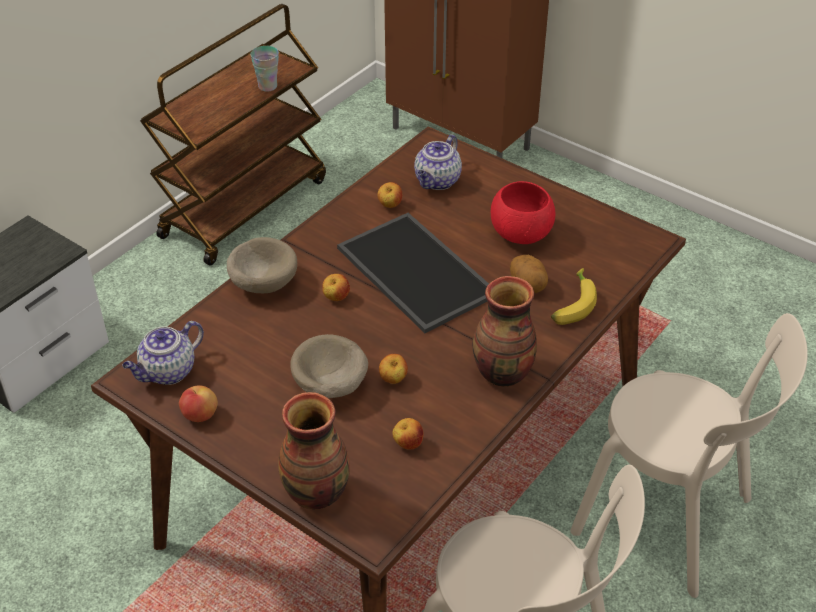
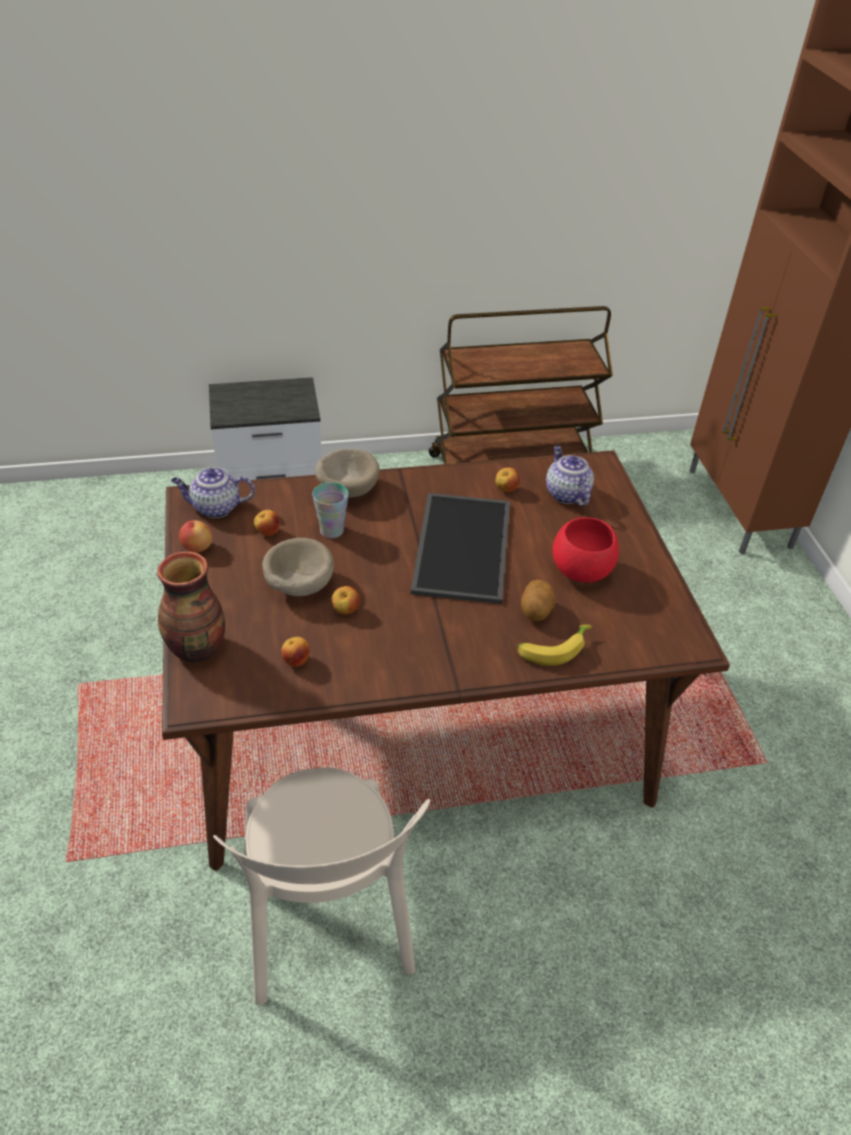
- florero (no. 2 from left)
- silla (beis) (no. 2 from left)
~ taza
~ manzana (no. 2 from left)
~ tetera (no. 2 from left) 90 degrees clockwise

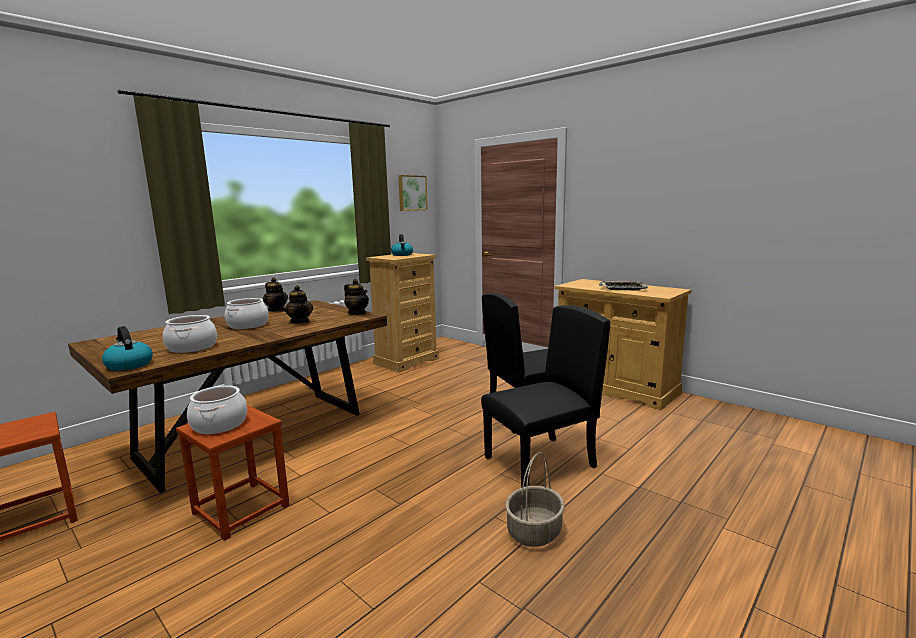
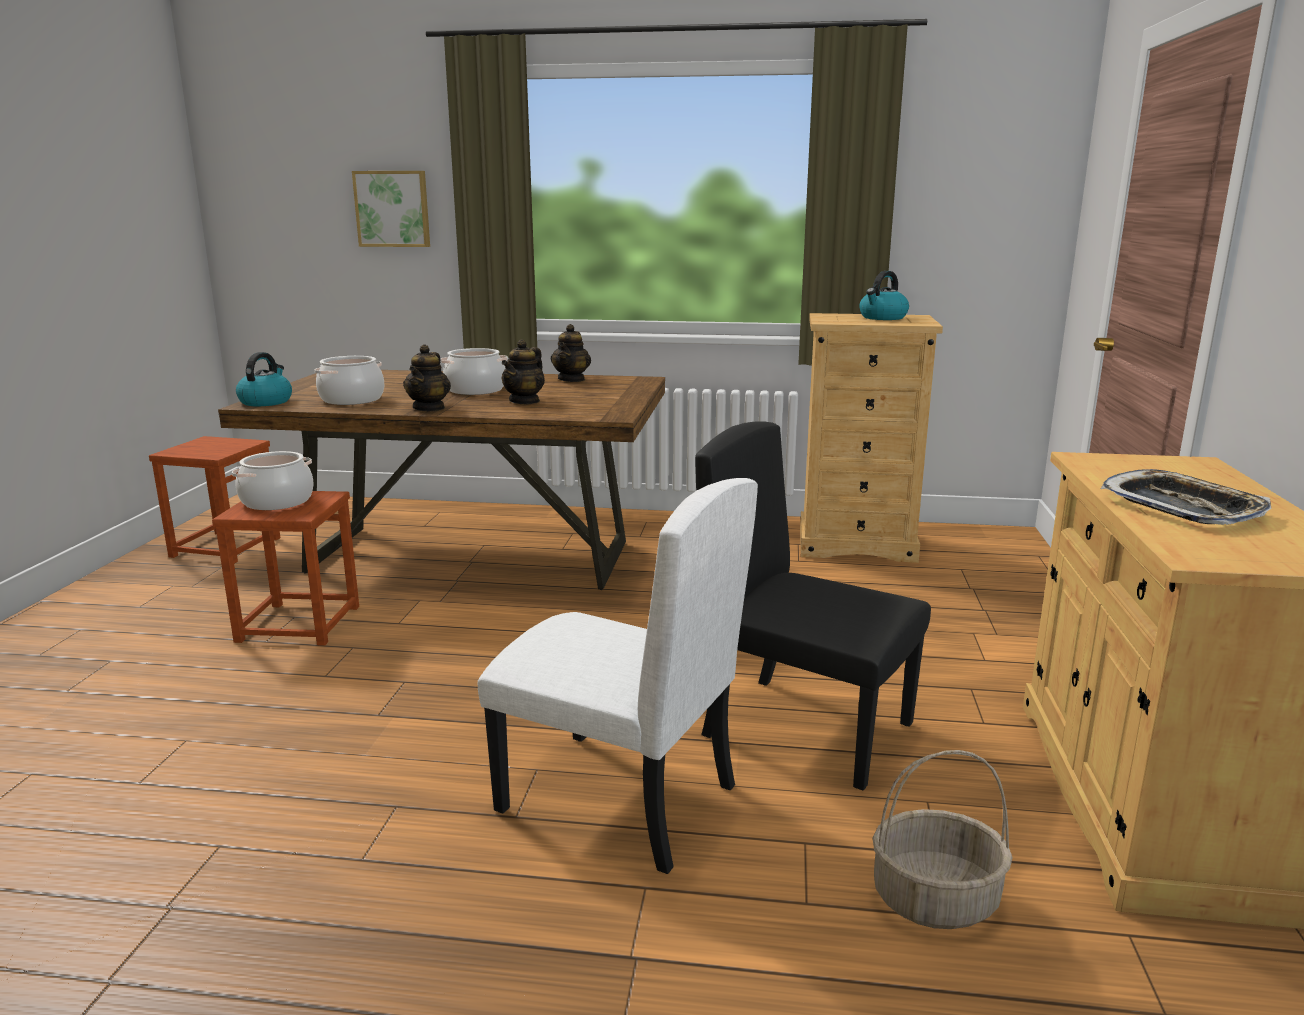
~ tetera (no. 3 from left in the first image) to tetera (no. 1 from left)
~ cuadro
~ cesta
~ silla (negro) (no. 2 from left) to silla (blanco)

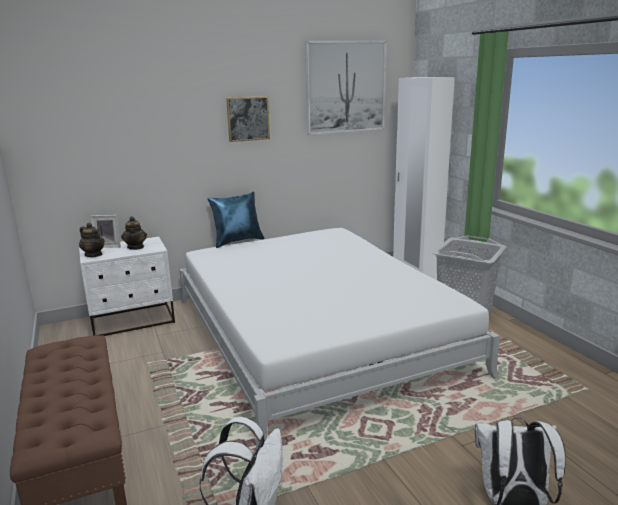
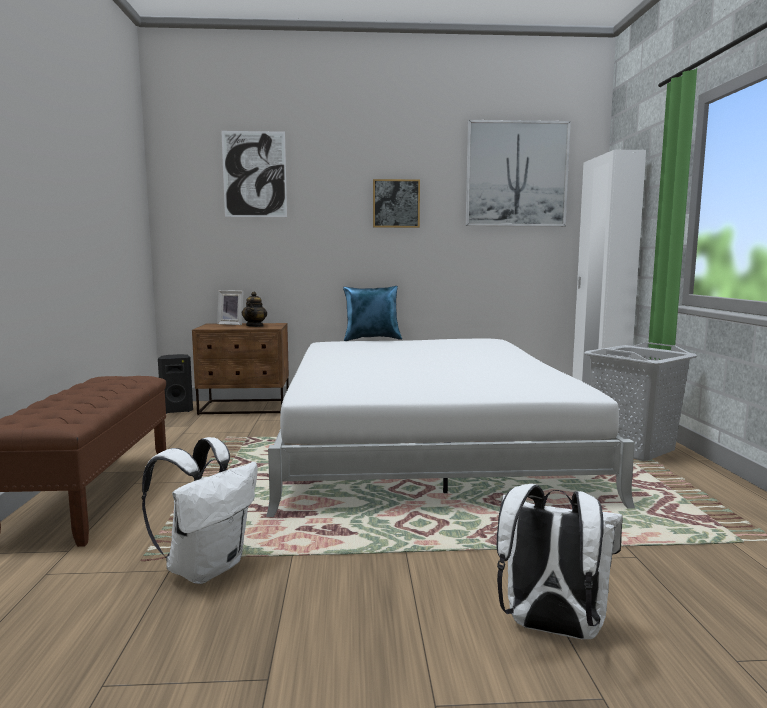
- tetera (no. 1 from left)
+ altavoz (negro)
+ cuadro (no. 1 from left)
~ mesita de noche (blanco) to mesita de noche (marrón)

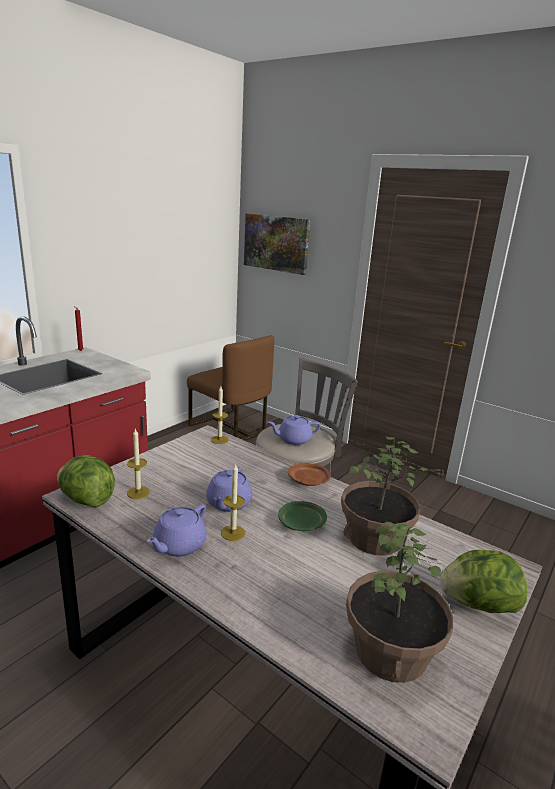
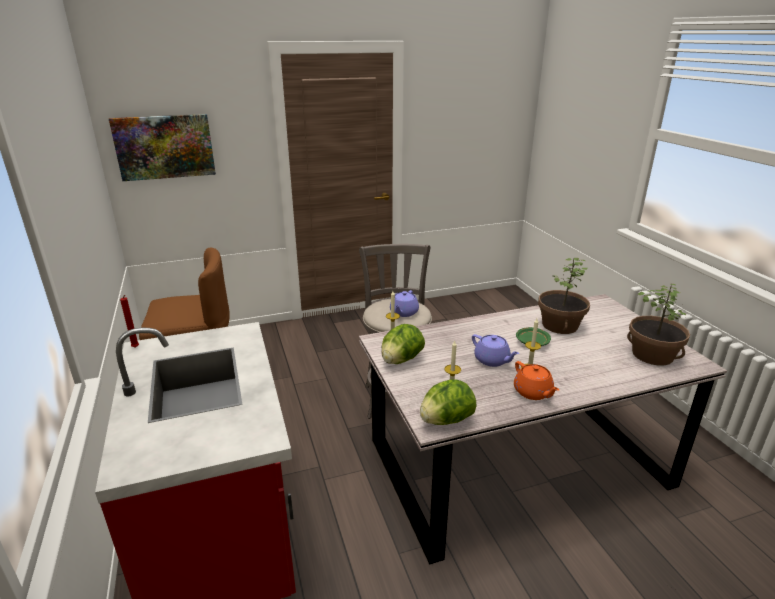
- plato (marrón)
~ lechuga (no. 2 from left in the first image) to lechuga (no. 1 from left)
~ tetera (morado) (no. 1 from left) to tetera (naranja)

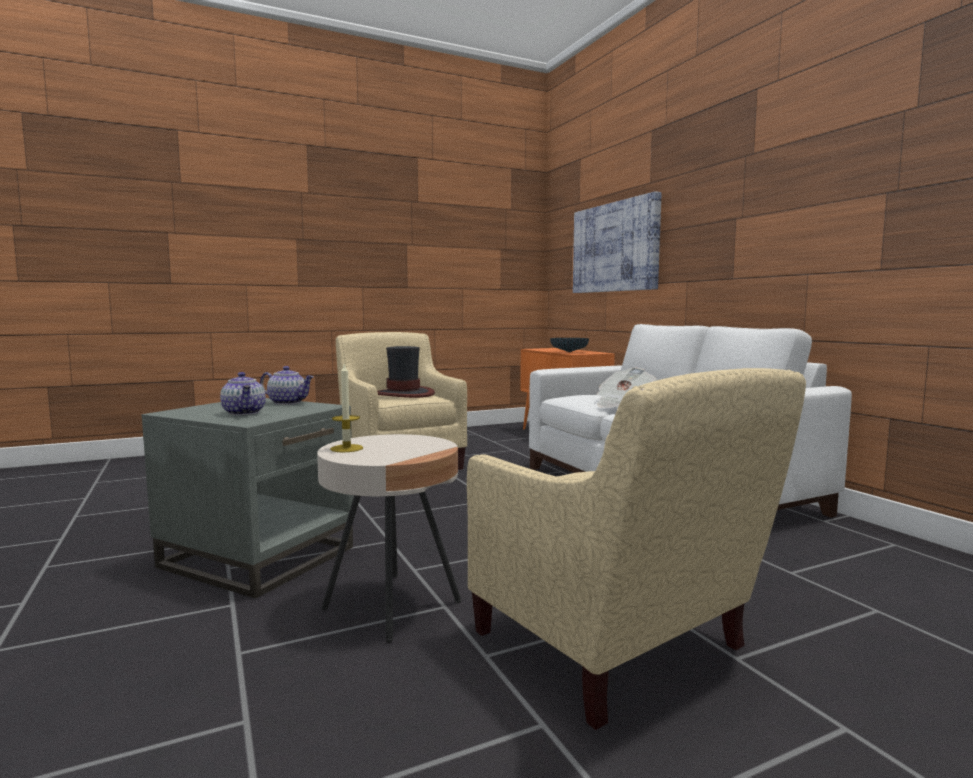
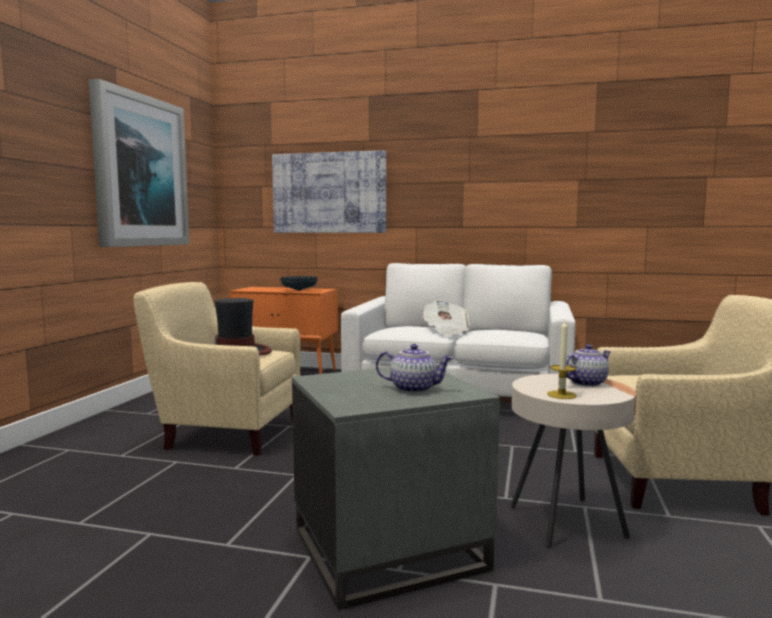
+ cuadro (no. 1 from left)
~ tetera (no. 2 from left)

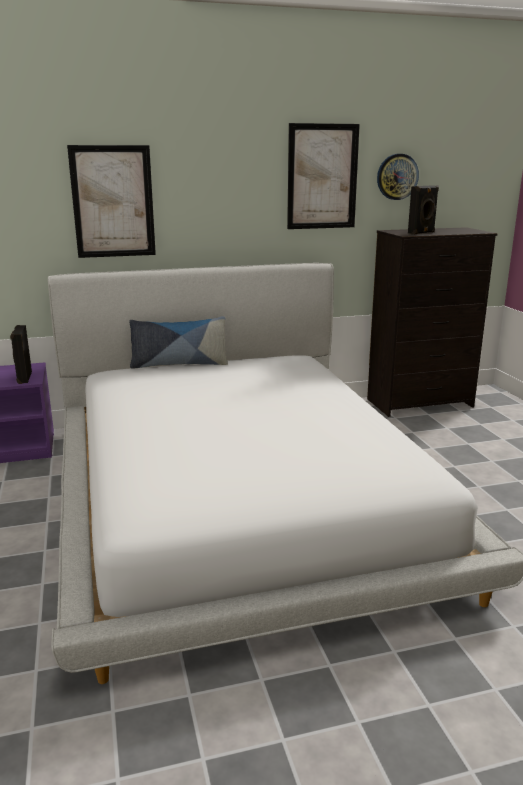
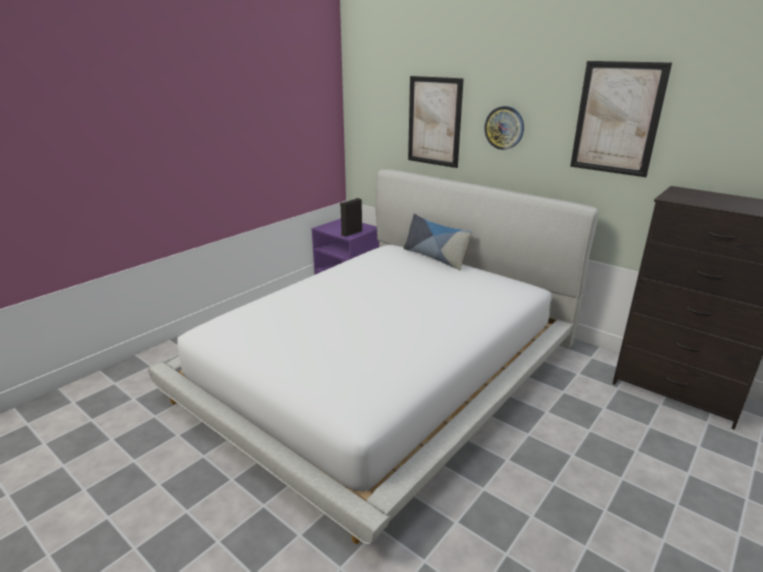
- altavoz (negro) (no. 2 from left)
~ reloj de pared

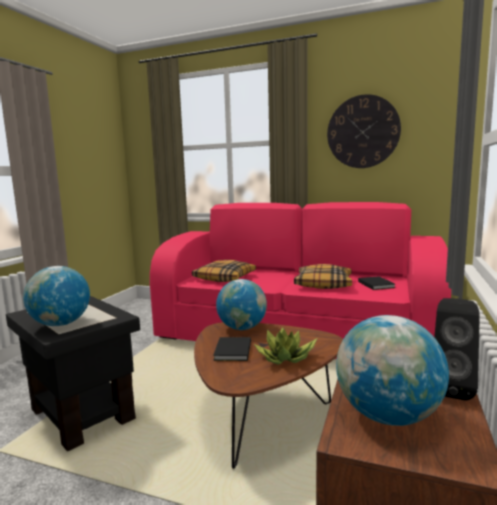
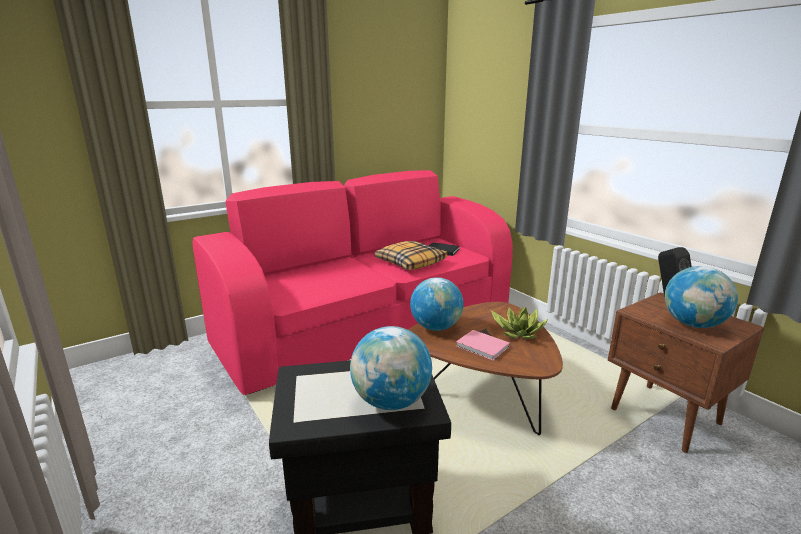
- cojín (no. 1 from left)
- reloj de pared
~ libro (negro) (no. 1 from left) to libro (rosa)

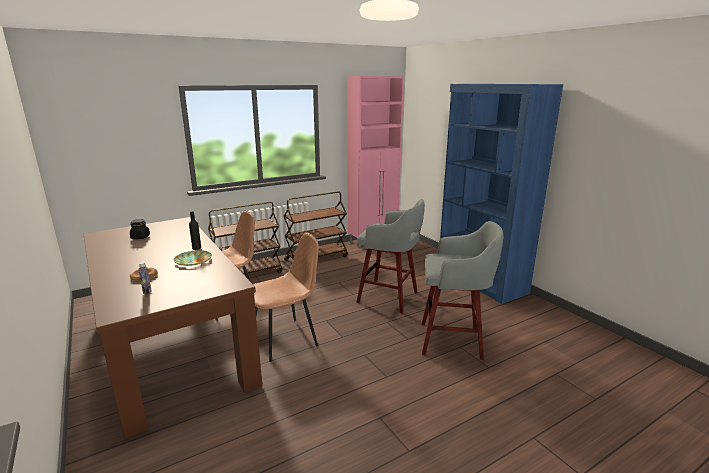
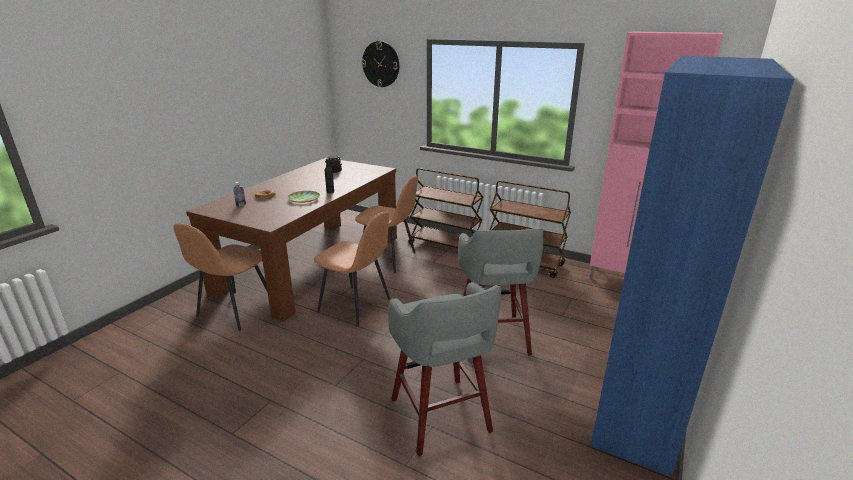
+ silla (marrón) (no. 1 from left)
+ reloj de pared

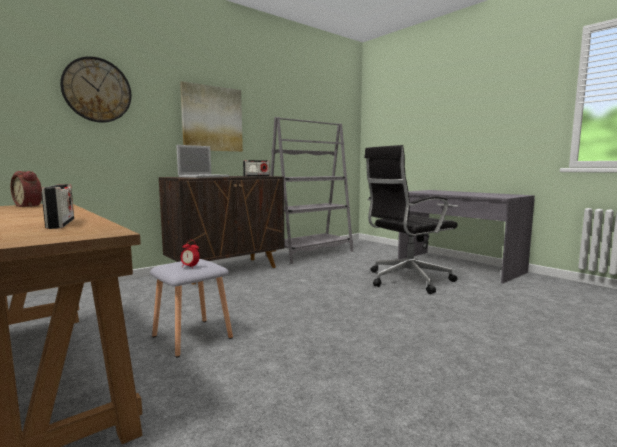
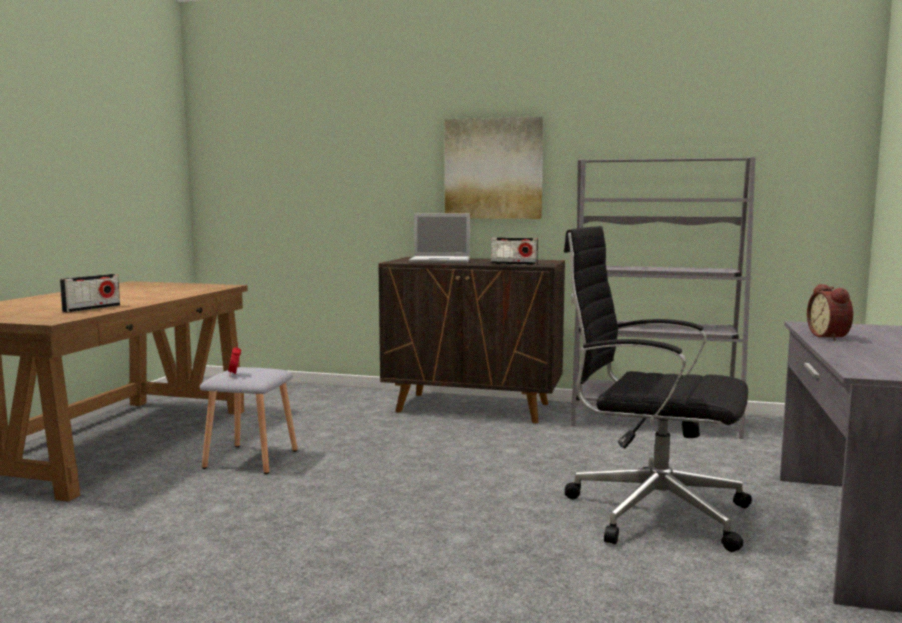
- reloj de pared
~ despertador (no. 1 from left in the first image) to despertador (no. 2 from left)

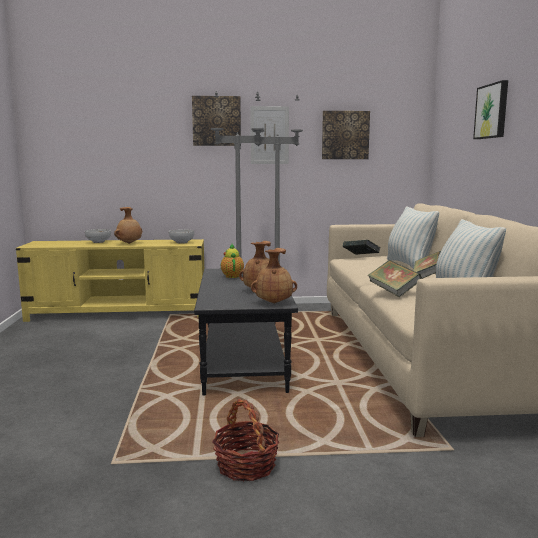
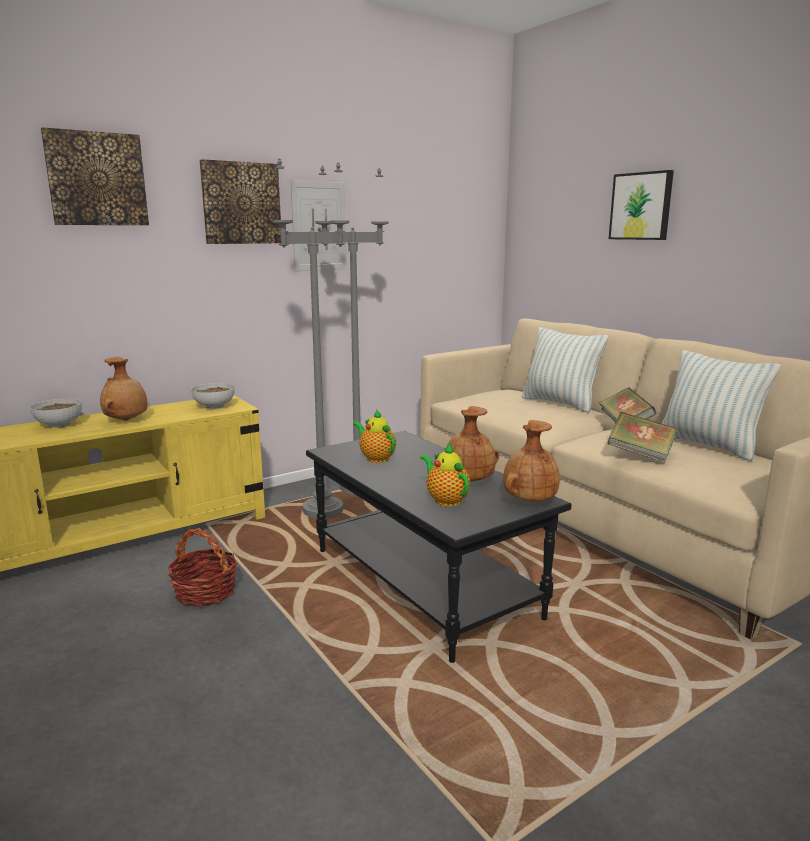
- libro (no. 1 from left)
+ tetera (no. 2 from left)
~ cesta
~ cuadro (no. 3 from left in the first image) to cuadro (no. 1 from left)

